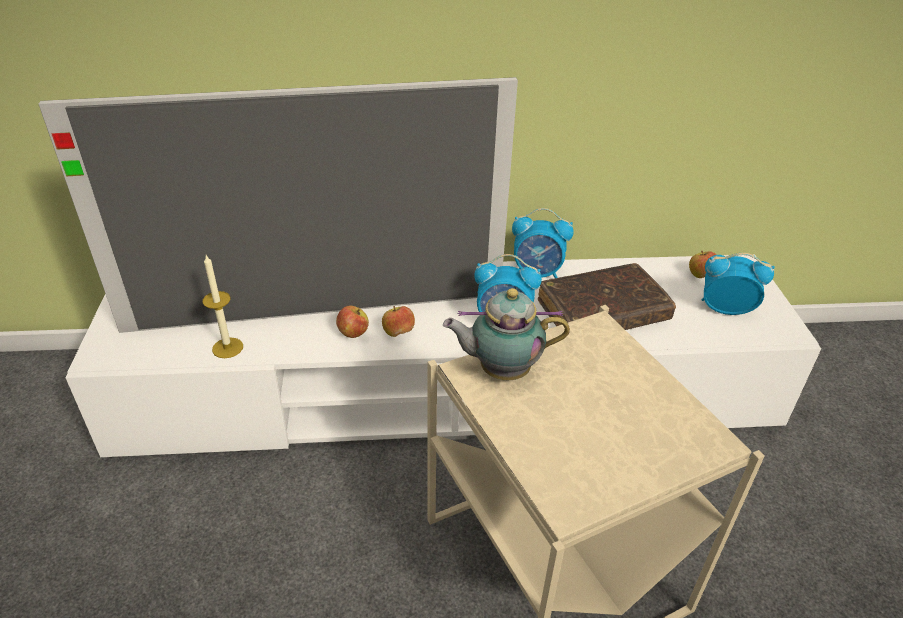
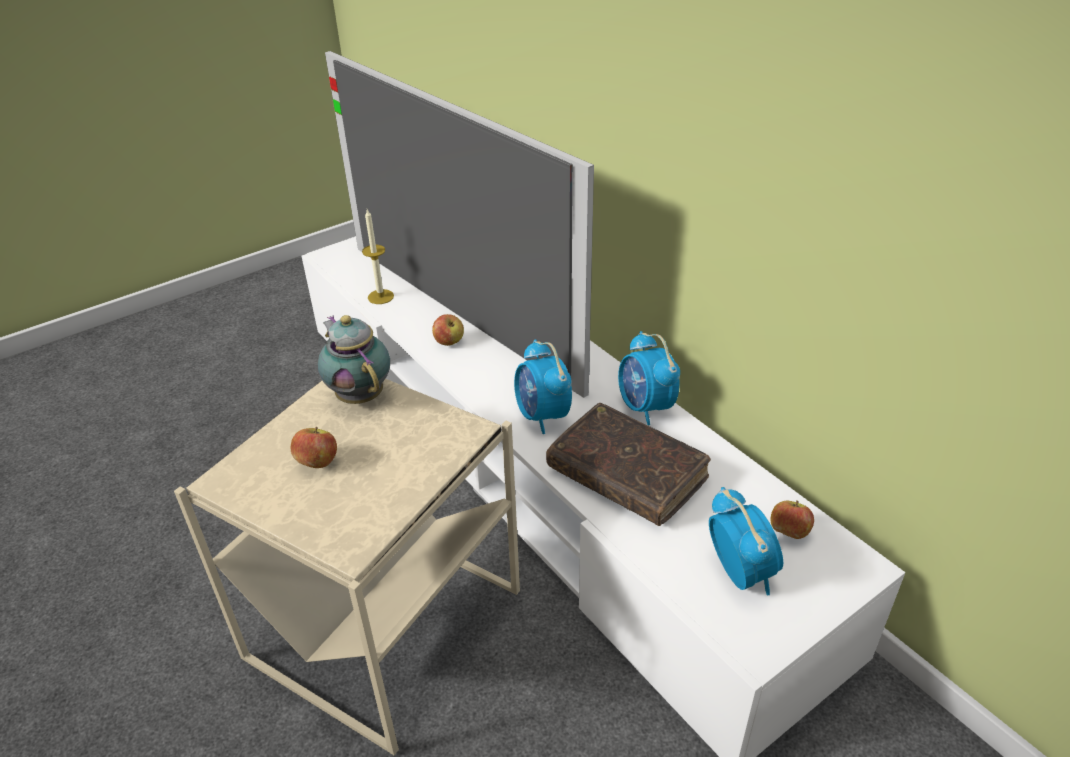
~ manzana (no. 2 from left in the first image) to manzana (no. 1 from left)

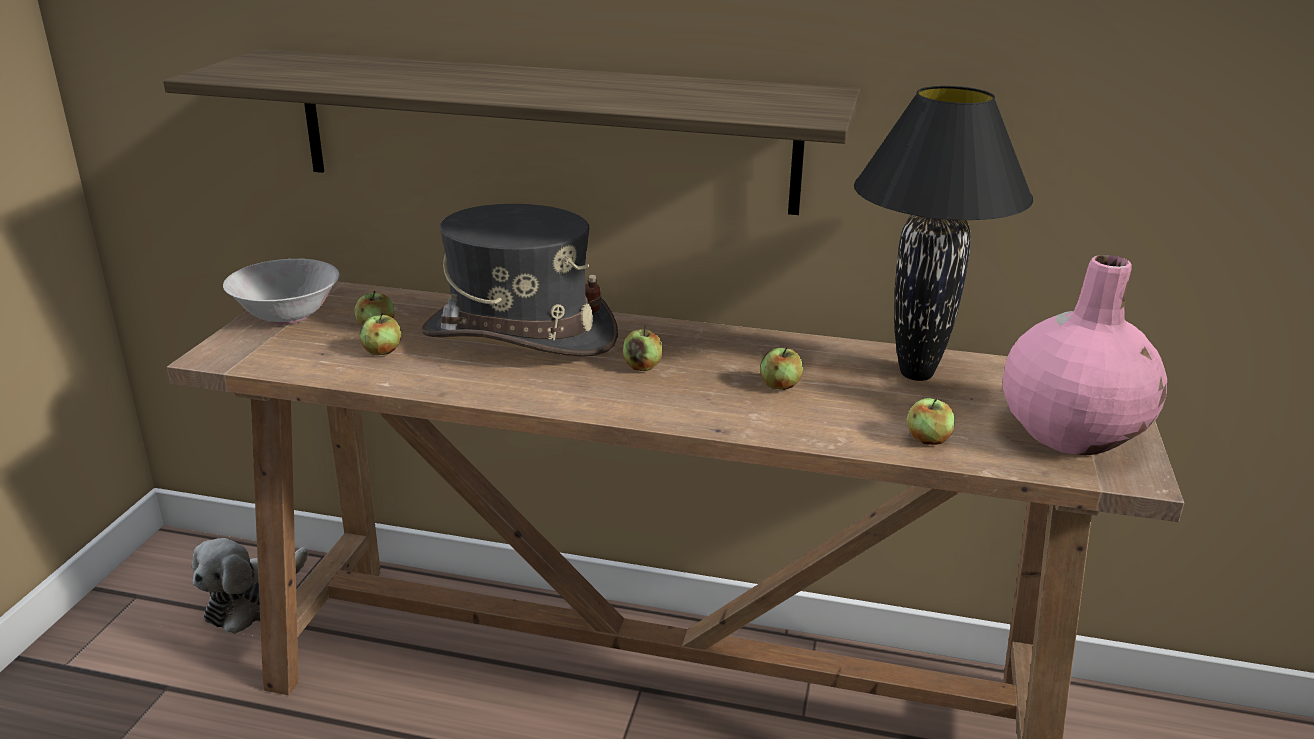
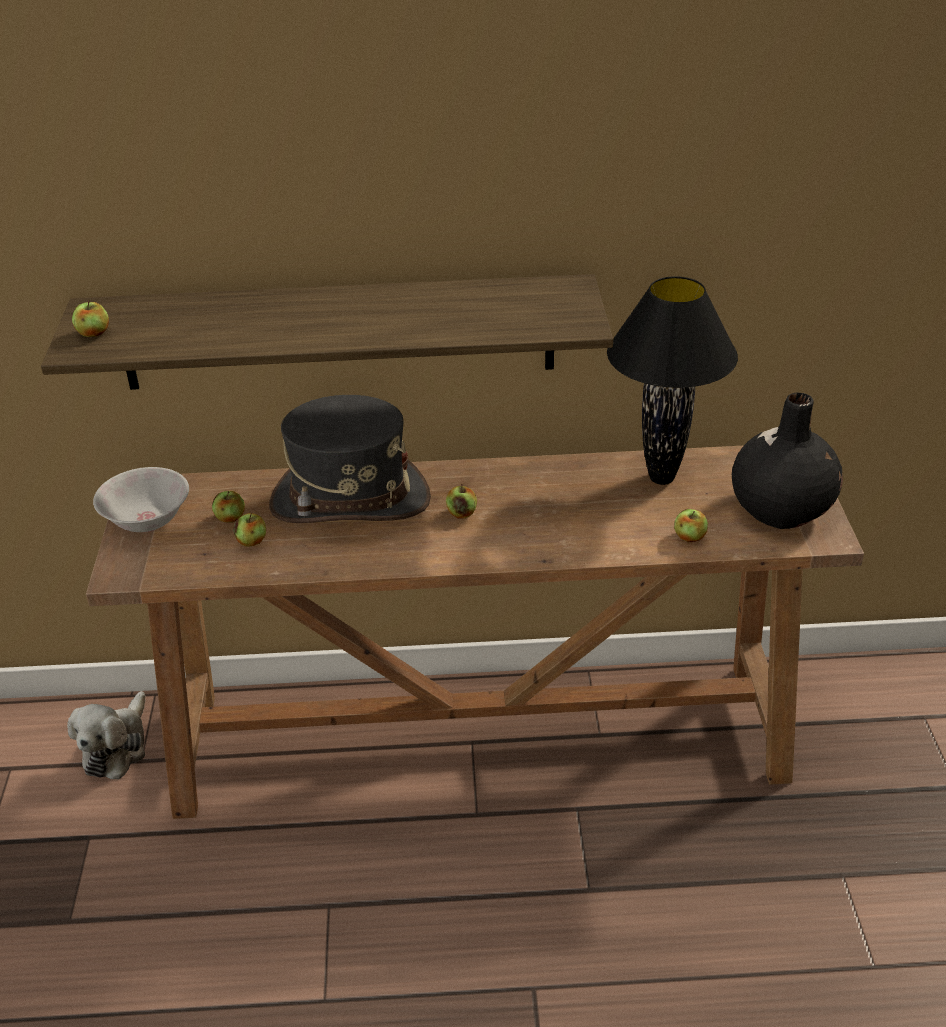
~ manzana (no. 4 from left in the first image) to manzana (no. 1 from left)
~ florero (rosa) to florero (negro)

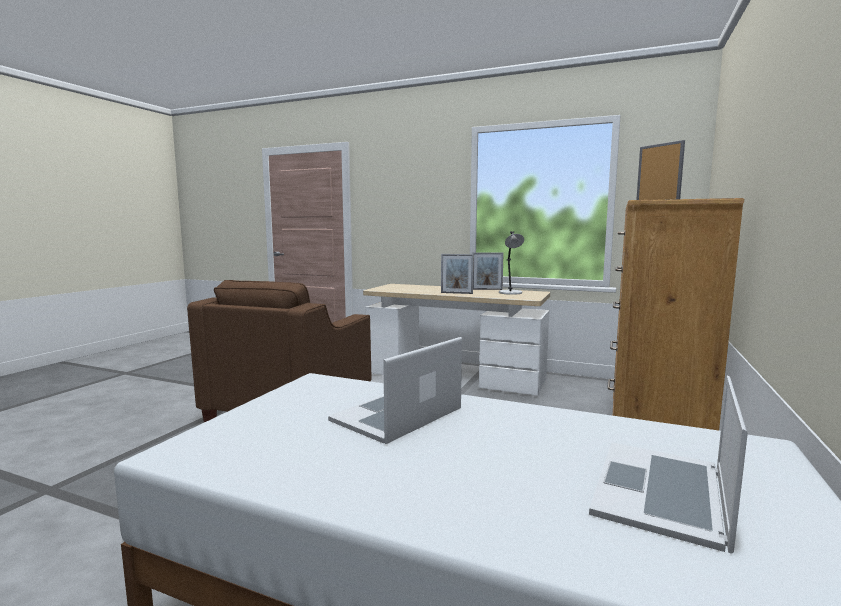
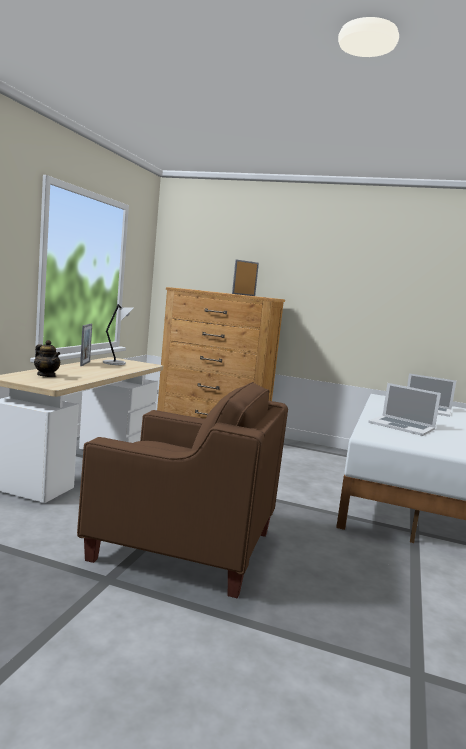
- portarretratos (no. 1 from left)
+ tetera

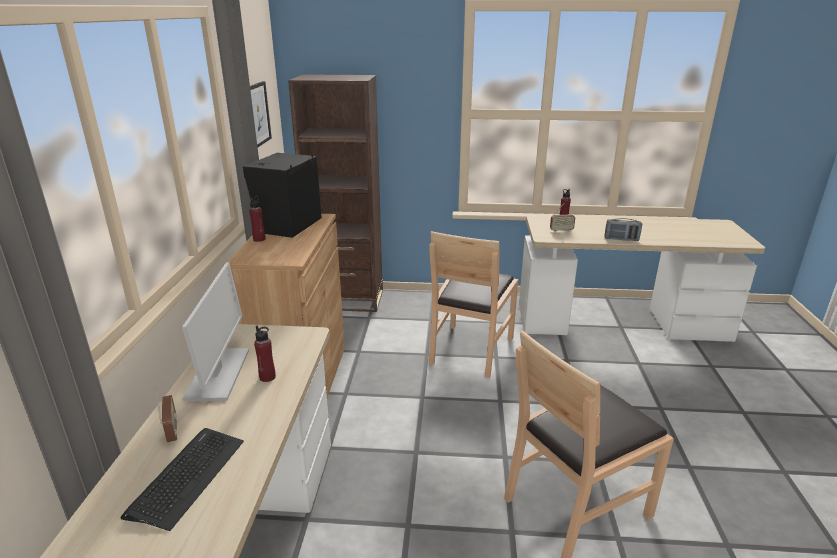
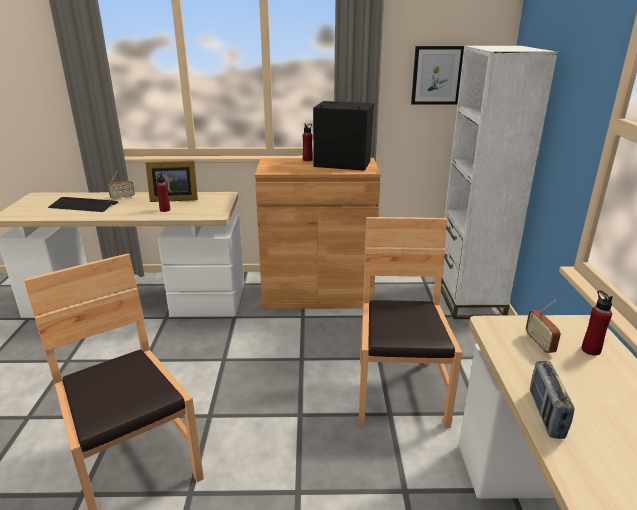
~ monitor to portarretratos
~ estantería (marrón) to estantería (blanco)
~ silla (marrón) (no. 1 from left in the first image) 75 degrees clockwise

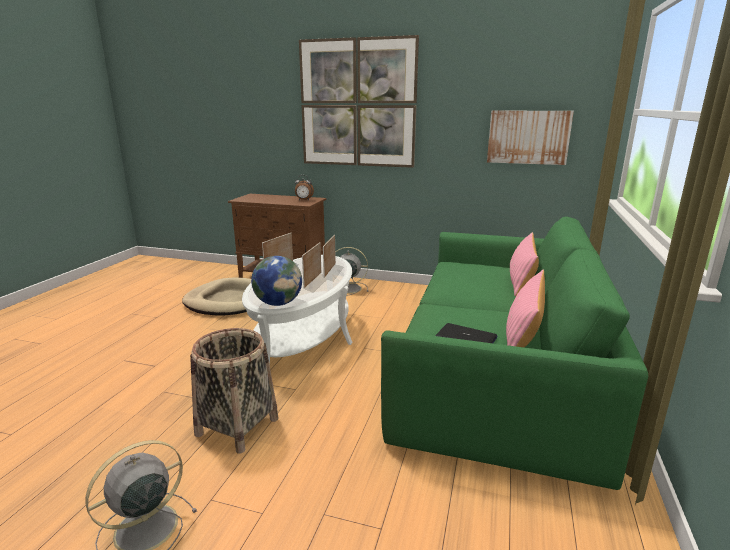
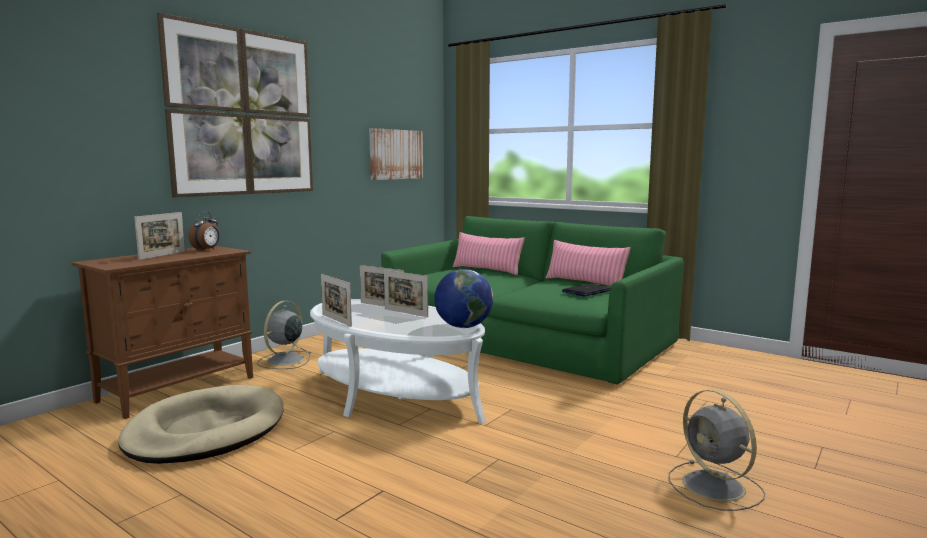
- cesta
+ portarretratos (no. 1 from left)

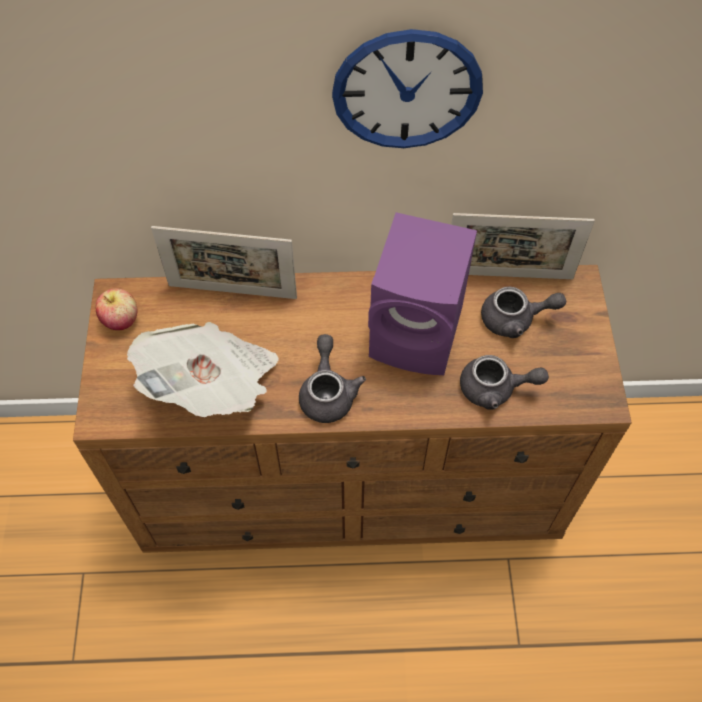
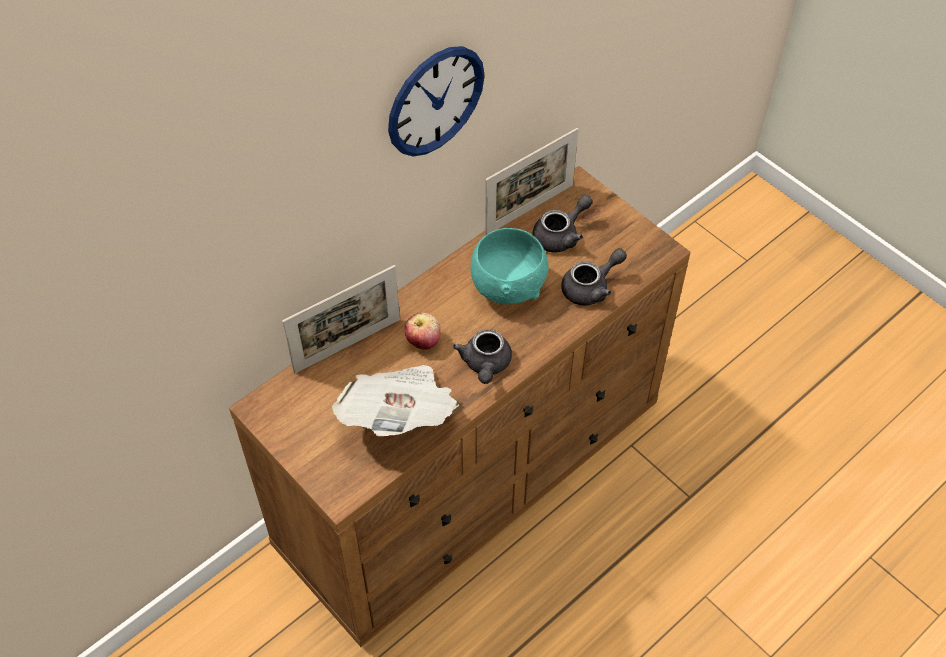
~ manzana
~ altavoz (morado) to cuenco (turquesa)
~ tetera (gris) (no. 1 from left) 135 degrees counterclockwise

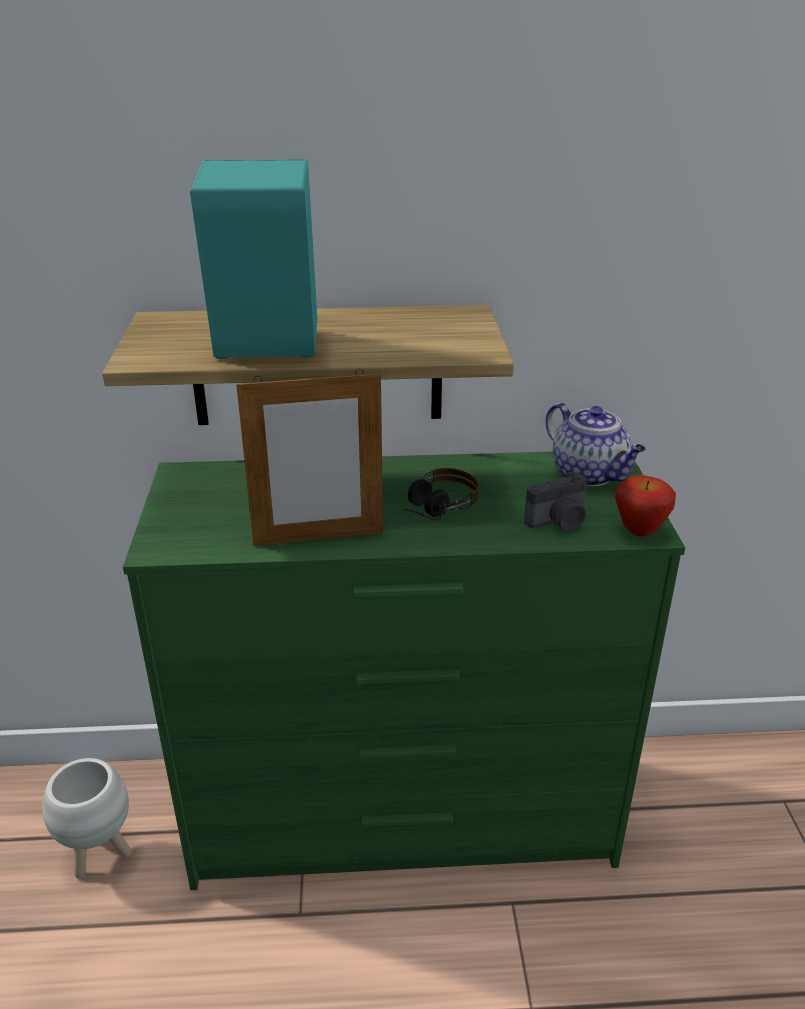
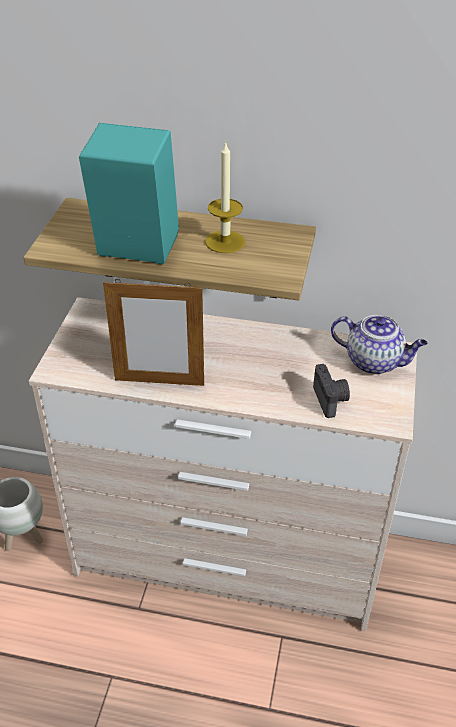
- auriculares
- manzana
+ vela
~ cómoda (verde) to cómoda (beis)
~ cámara 90 degrees counterclockwise
~ tetera 45 degrees counterclockwise

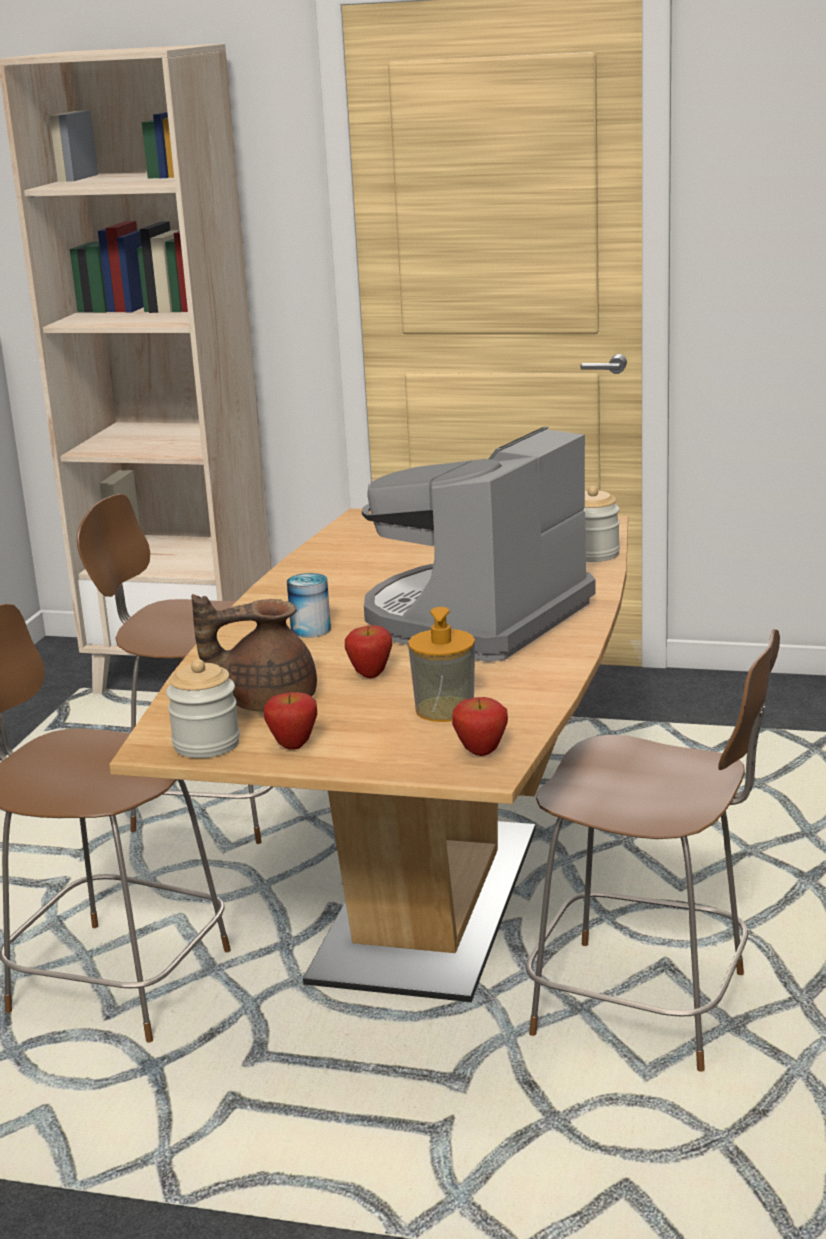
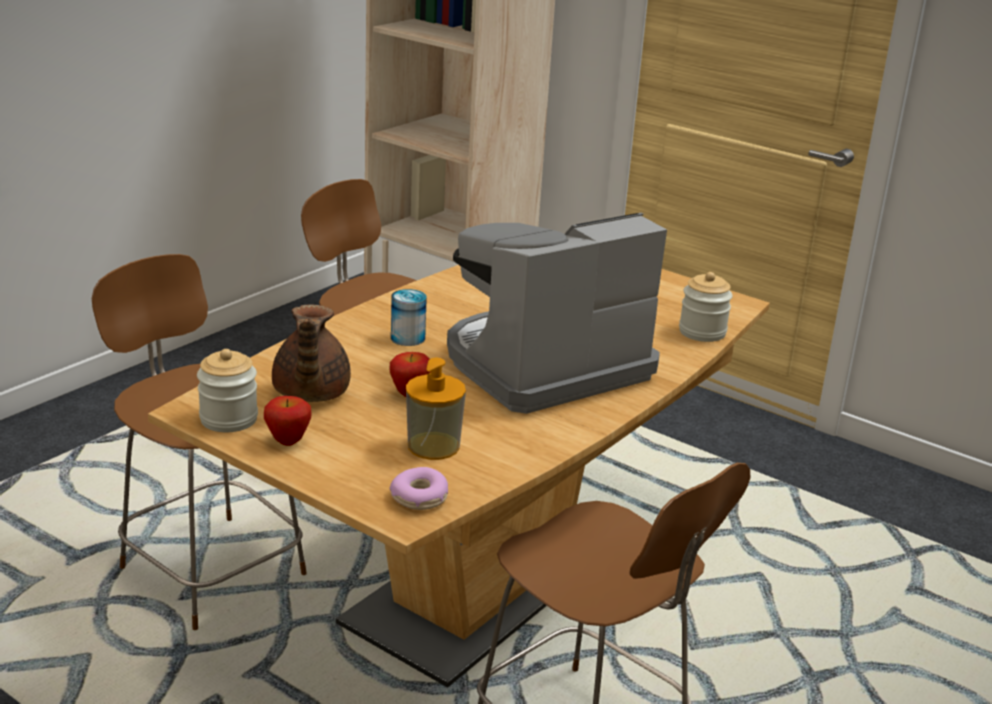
~ manzana (no. 3 from left) to rosquilla
~ tetera (marrón) 105 degrees counterclockwise

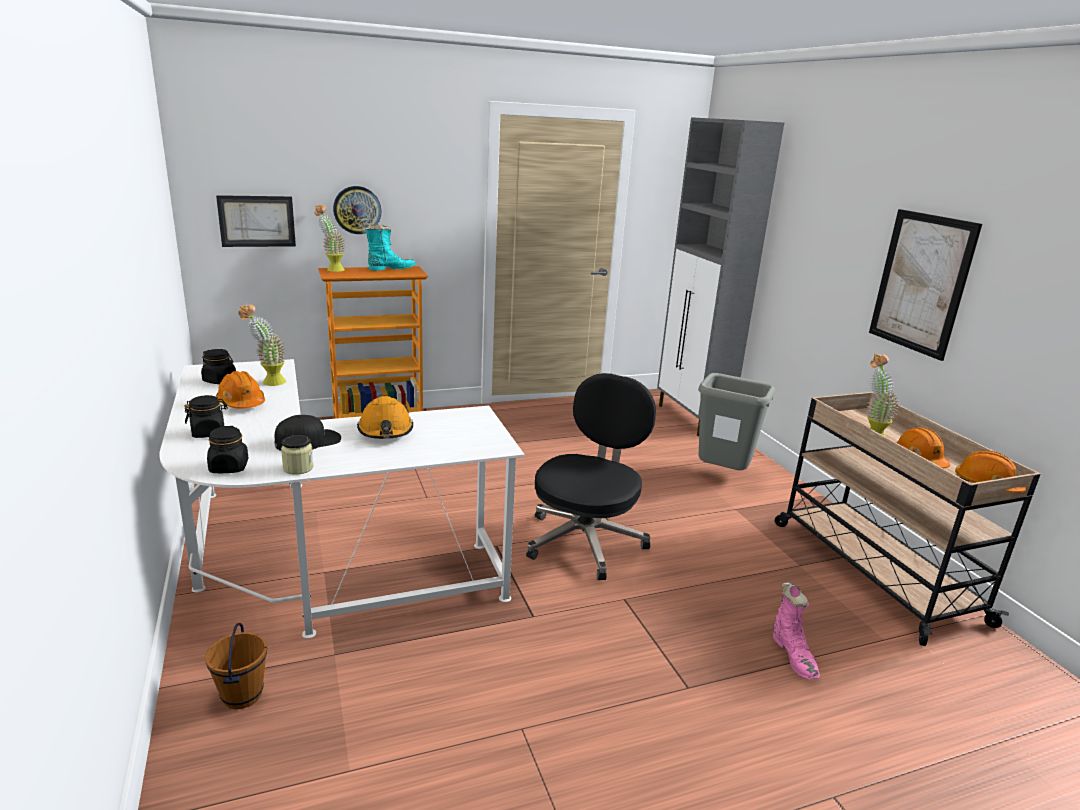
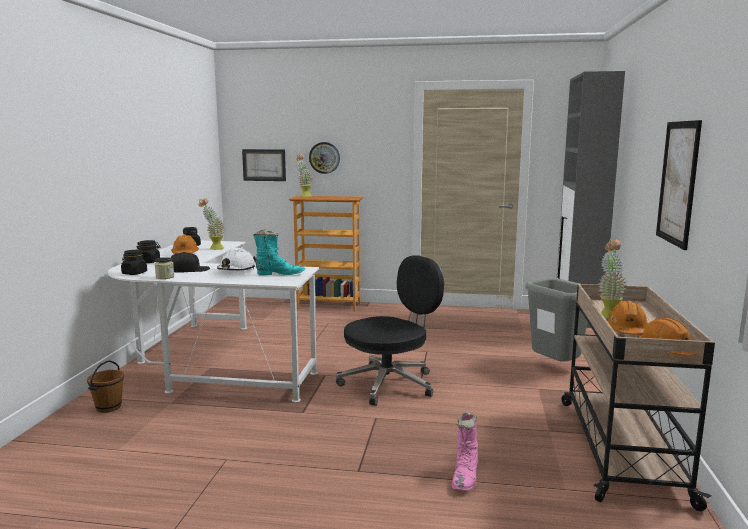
~ bota (turquesa)
~ casco (naranja) (no. 2 from left) to casco (blanco)

